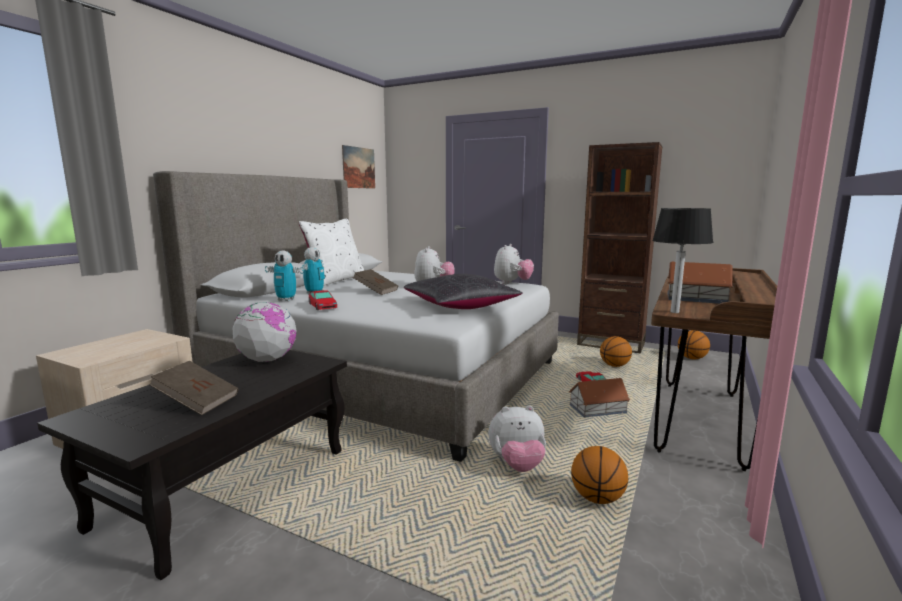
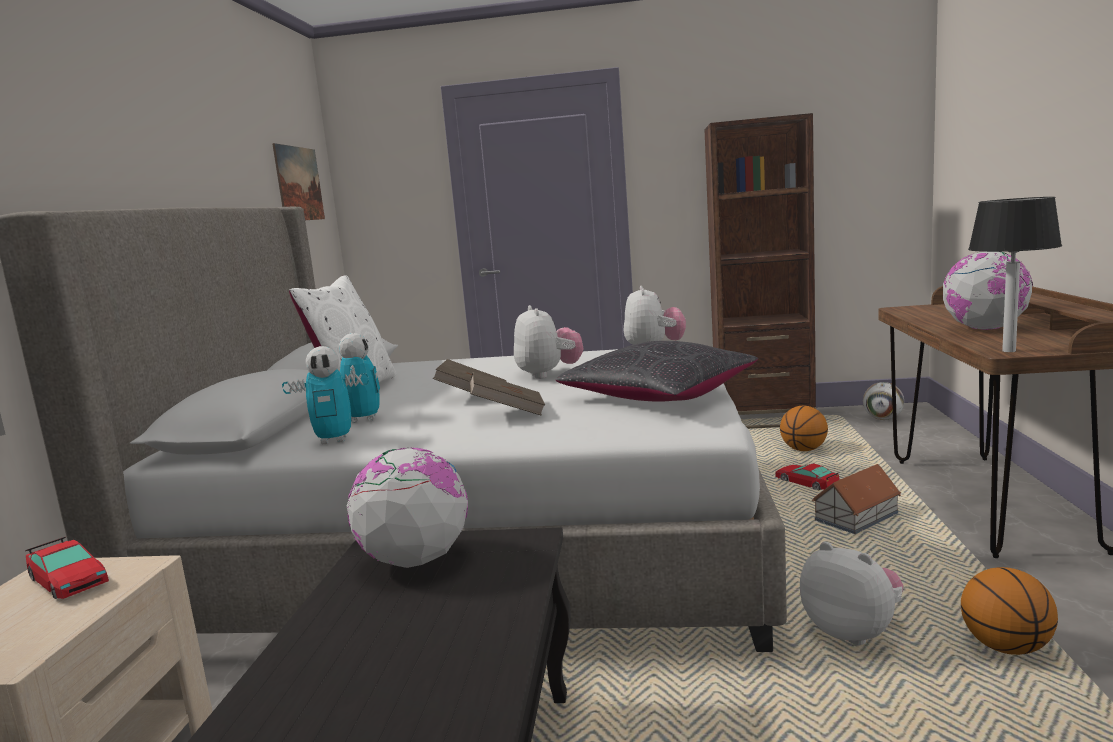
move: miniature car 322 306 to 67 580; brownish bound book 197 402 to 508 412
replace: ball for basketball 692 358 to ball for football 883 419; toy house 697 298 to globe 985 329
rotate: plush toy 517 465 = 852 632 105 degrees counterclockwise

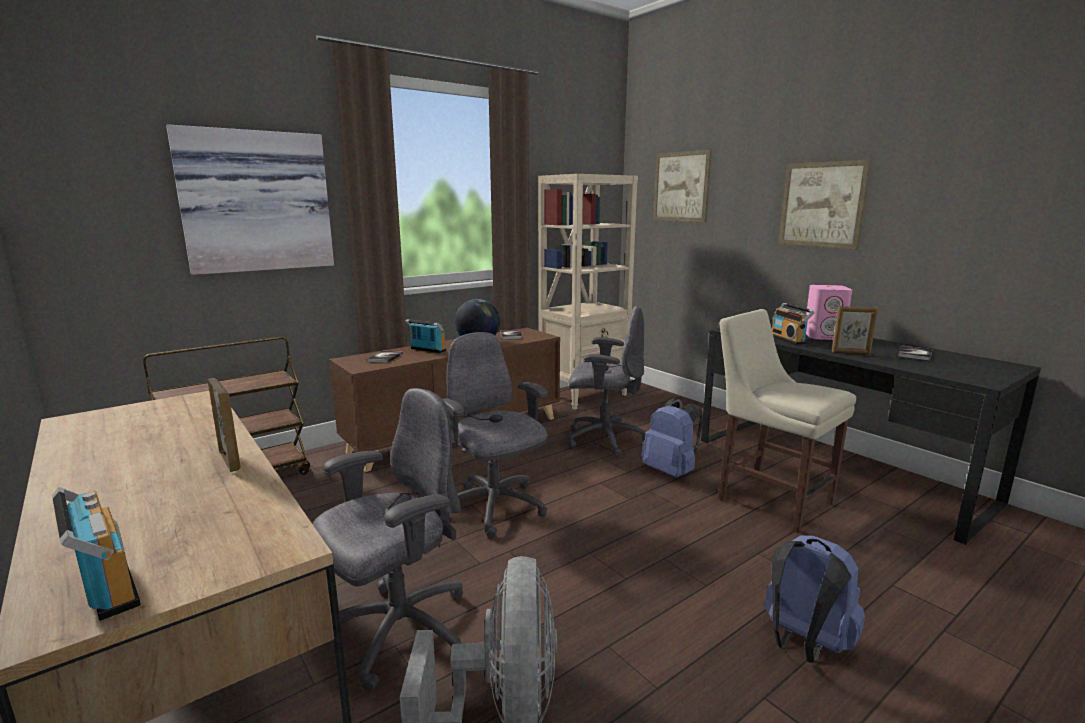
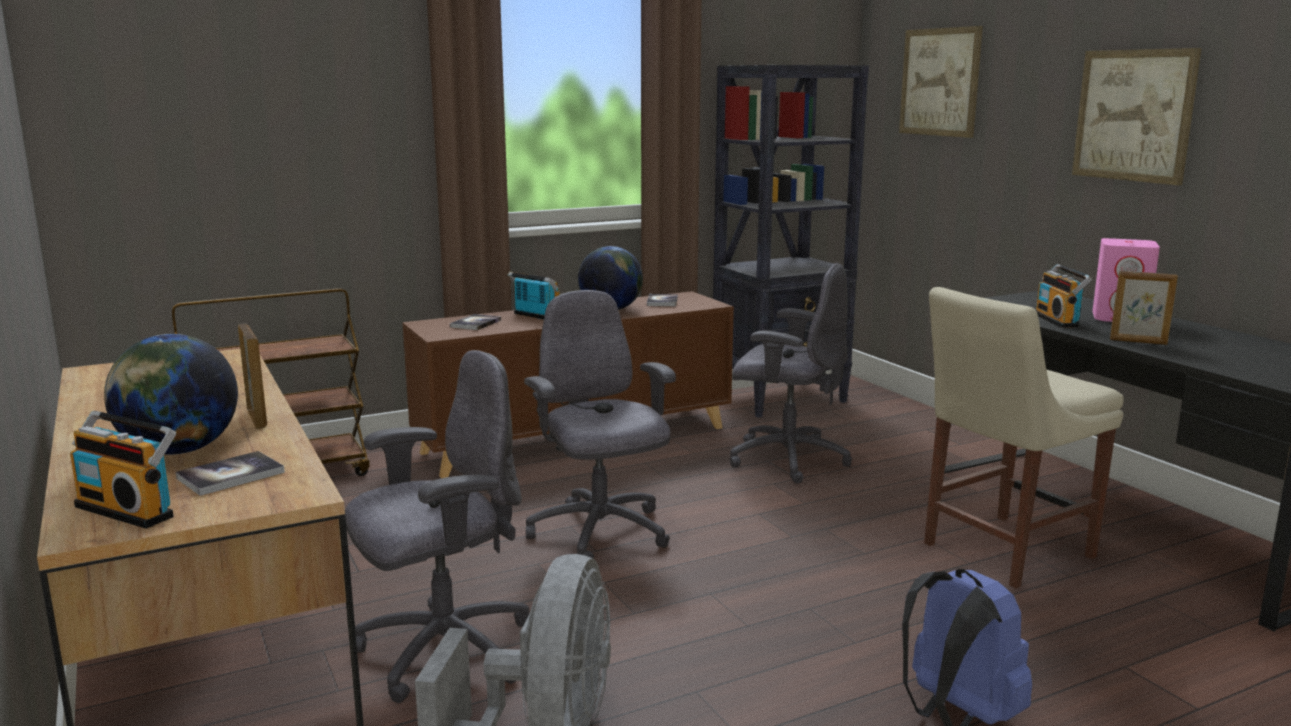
delete: wall art 256 202; bluish backpack 671 472
insert: globe 179 451
move: bound book 915 354 to 230 475
recolor: sand-coloured bookshelf 584 394 to black-coloured bookshelf 780 398
rotate: radio 104 587 = 129 510 150 degrees clockwise; sand-coloured chair 770 498 = 1001 551 90 degrees counterclockwise

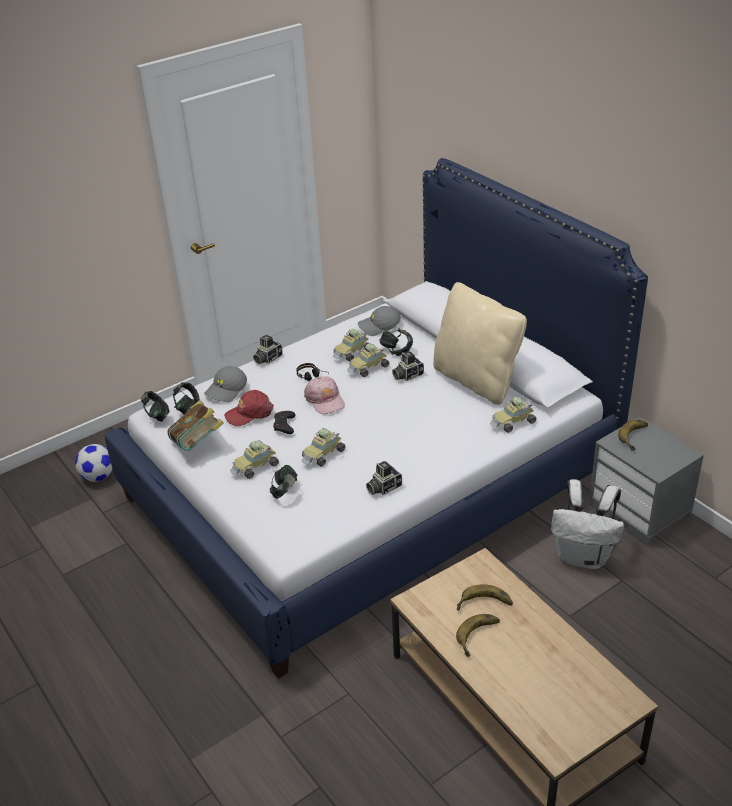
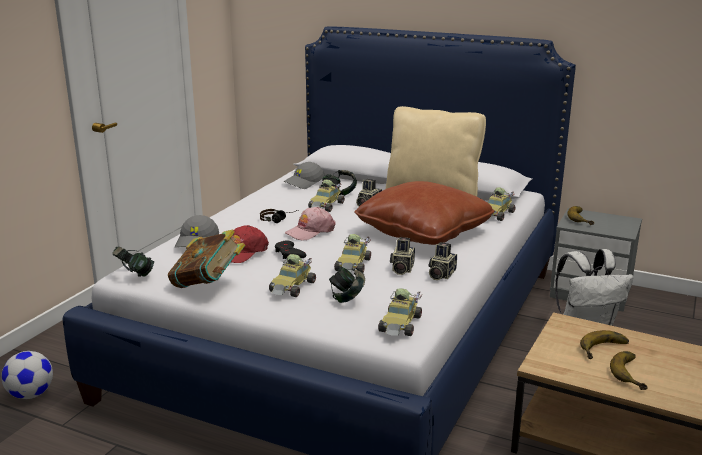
delete: headphones 187 408
insert: brownish pillow 423 232
move: miniature car 352 352 to 401 325; photo camera 267 358 to 401 269
rotate: pinkish baseball cap 325 400 = 310 231 105 degrees clockwise

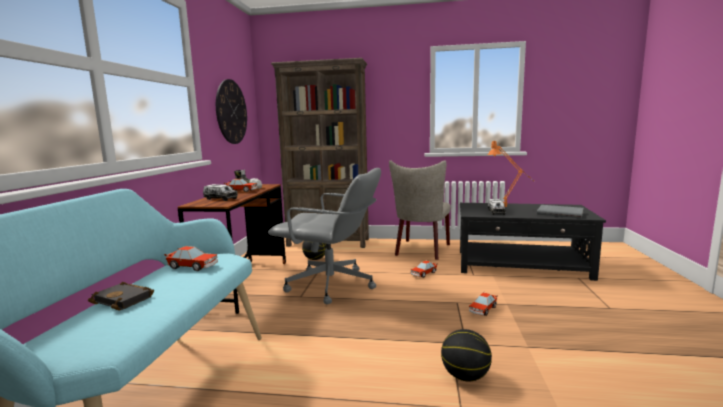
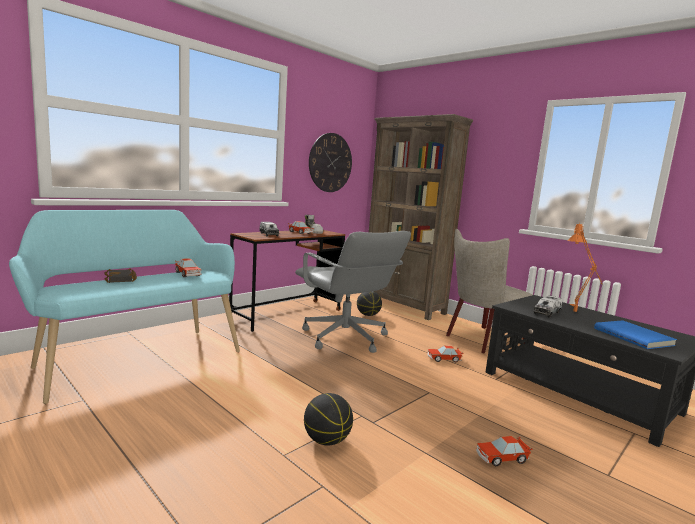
move: miniature car 482 309 to 501 458
recolor: greyish bound book 560 213 to bluish bound book 634 336

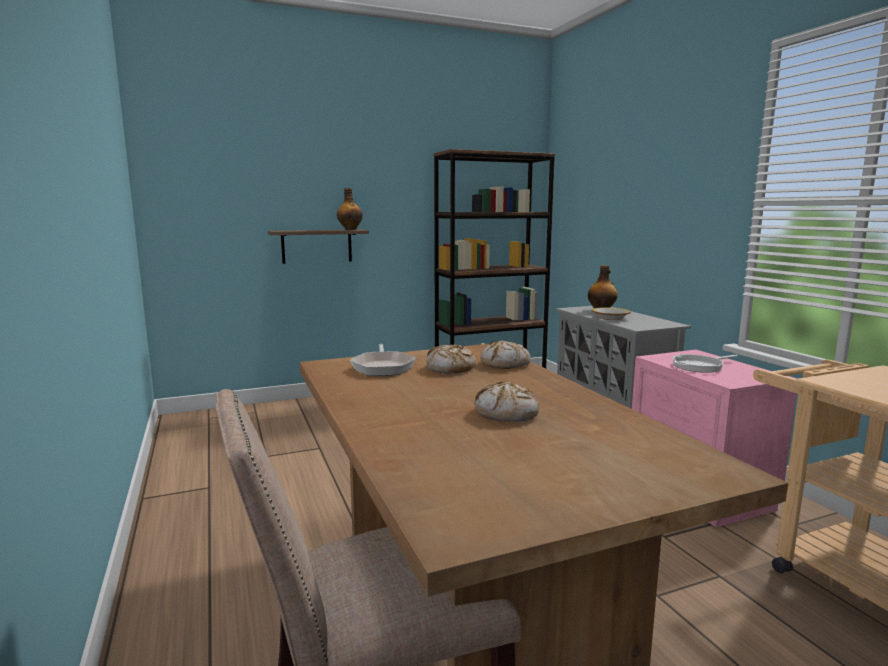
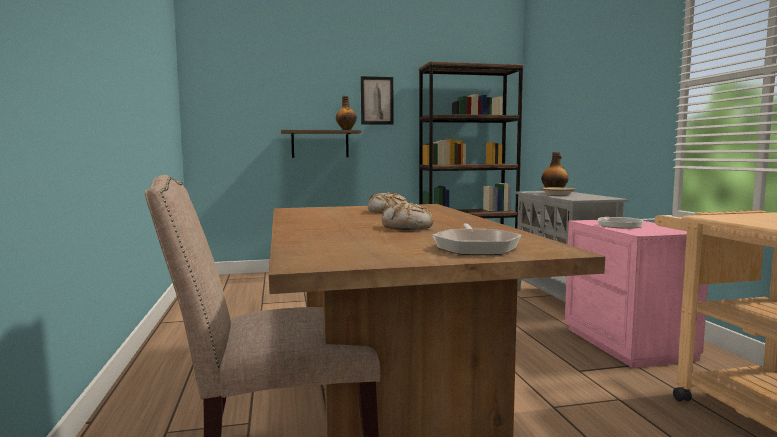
delete: baked bread 505 364
insert: wall art 377 100
move: pan 383 367 to 475 247

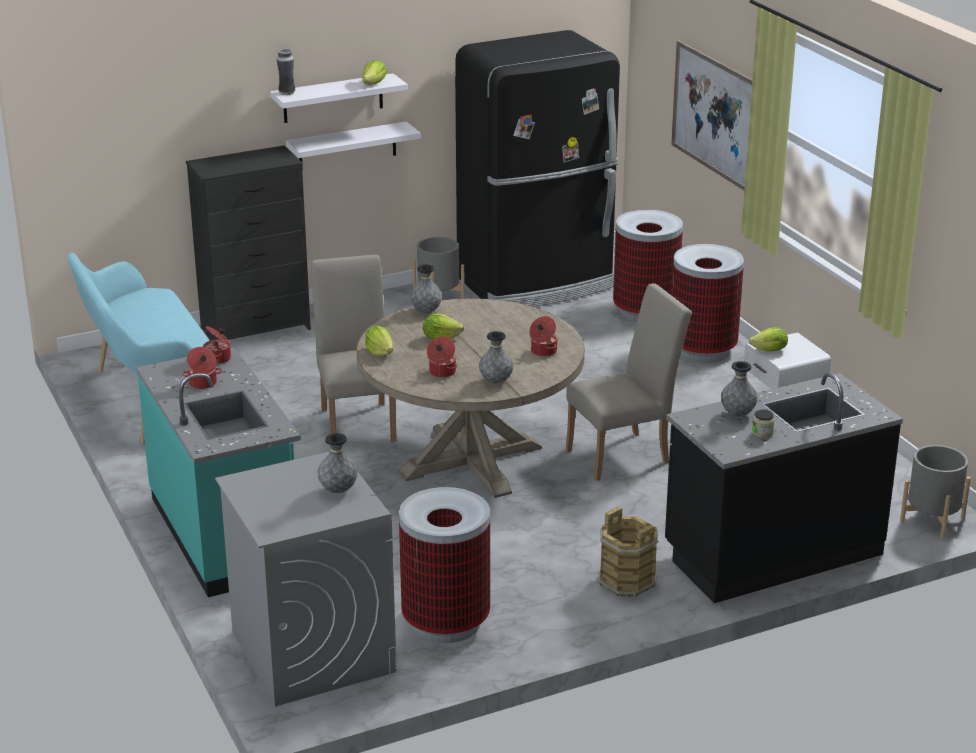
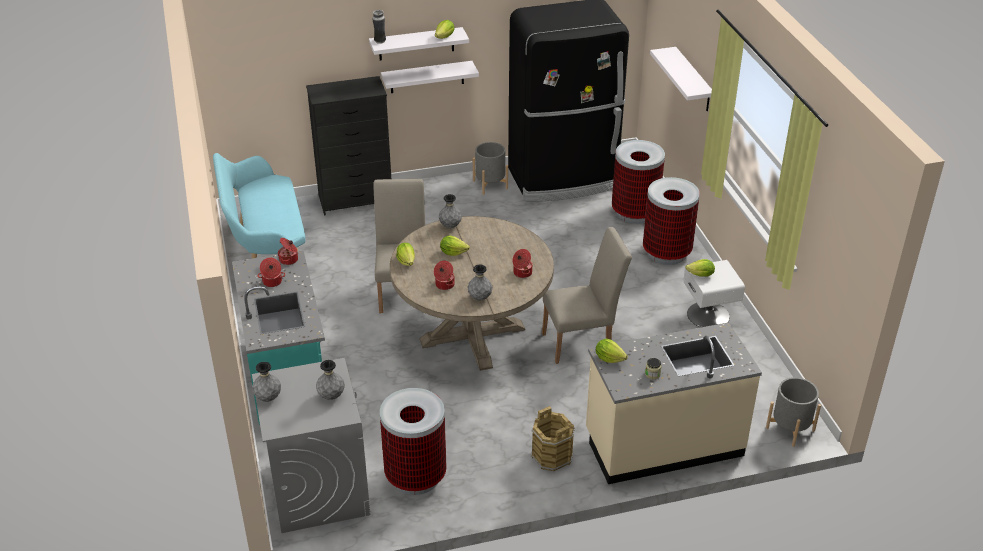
insert: lettuce head 609 358
move: greyish decorative vase 737 414 to 268 398
replace: wall art 713 114 to whitish bracket shelf 693 80
recolor: black-coloured kitchen counter 772 552 to sand-coloured kitchen counter 663 444

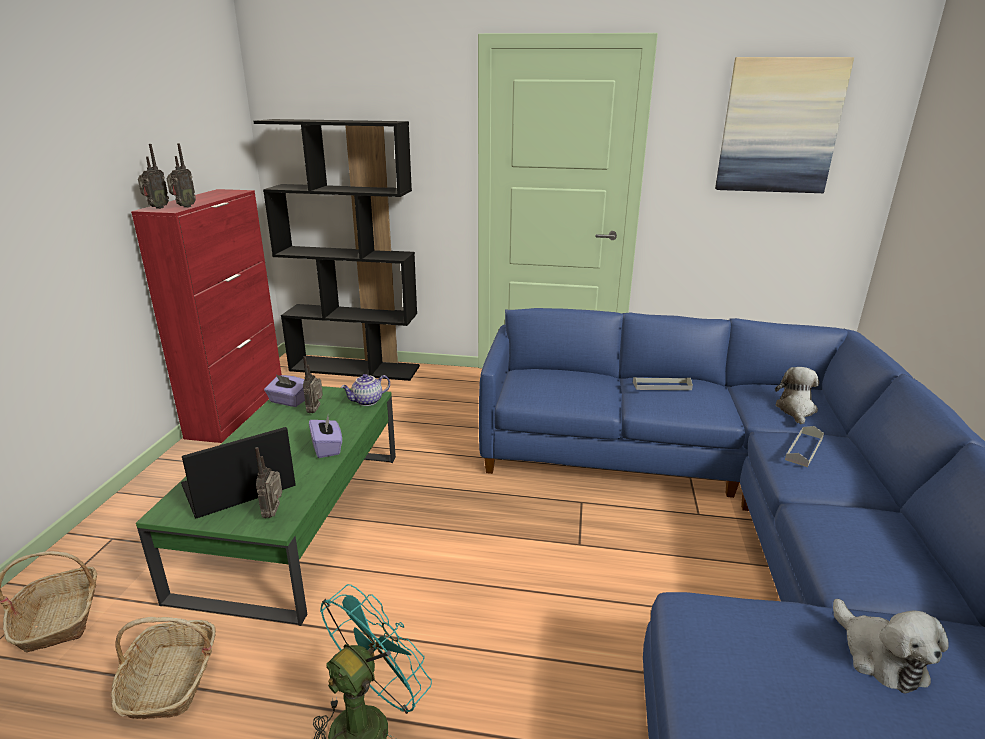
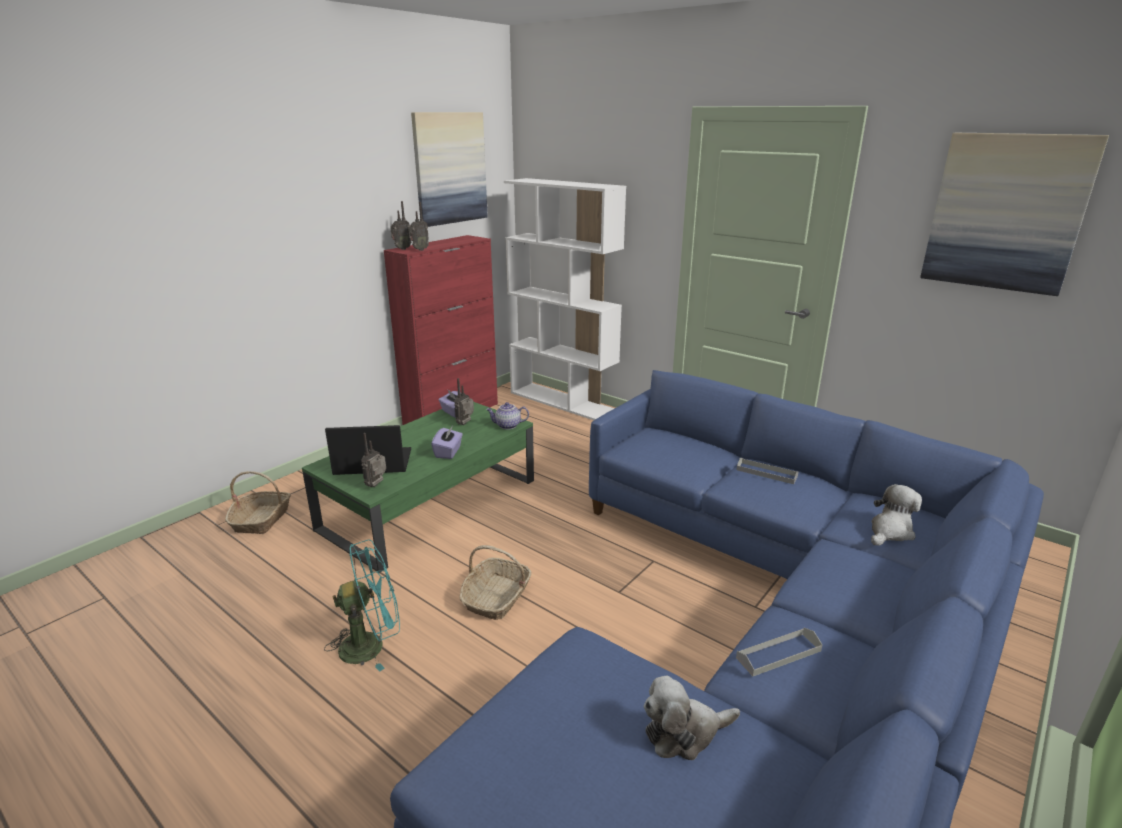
insert: wall art 450 168
move: household basket 171 680 to 496 597; greyish serving tray 804 449 to 778 654
recolor: black-coloured bookshelf 355 368 to whitish bookshelf 563 401
rotate: plush toy 879 657 = 684 733 60 degrees clockwise

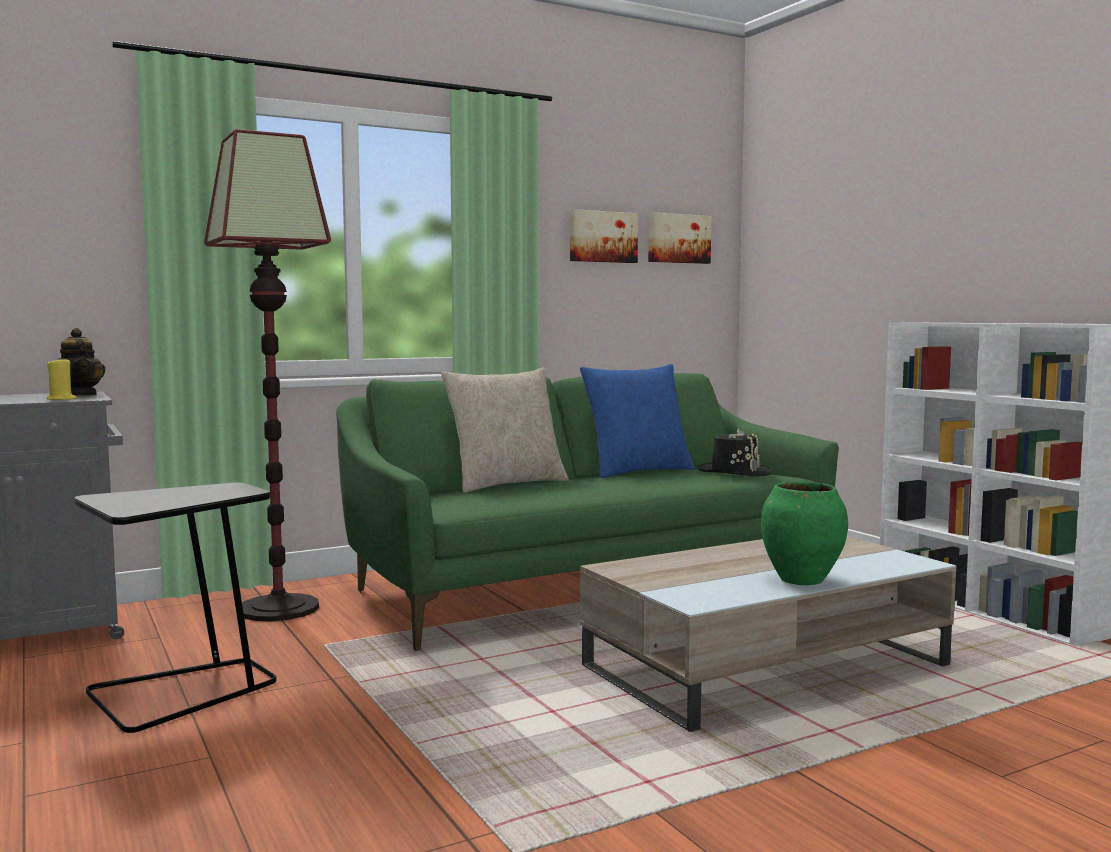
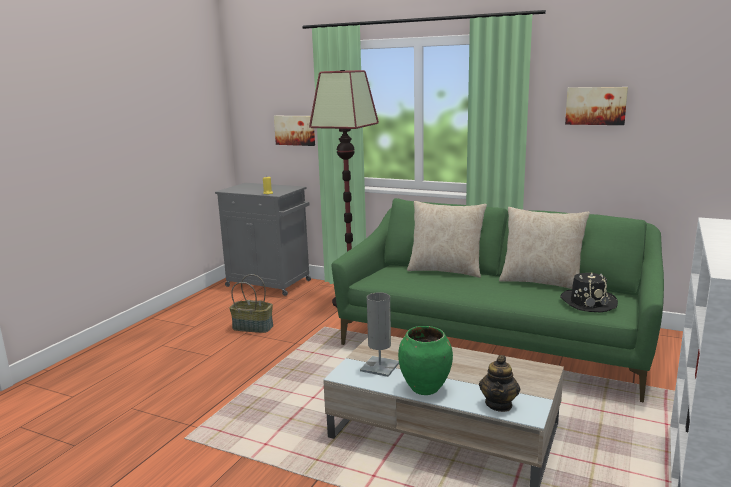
insert: greyish lamp for a table 380 367
move: wall art 678 238 to 295 130; tea pot 80 395 to 499 404
replace: black-coloured side table 182 692 to household basket 253 327
recolor: bluish pillow 637 471 to sand-coloured pillow 541 282

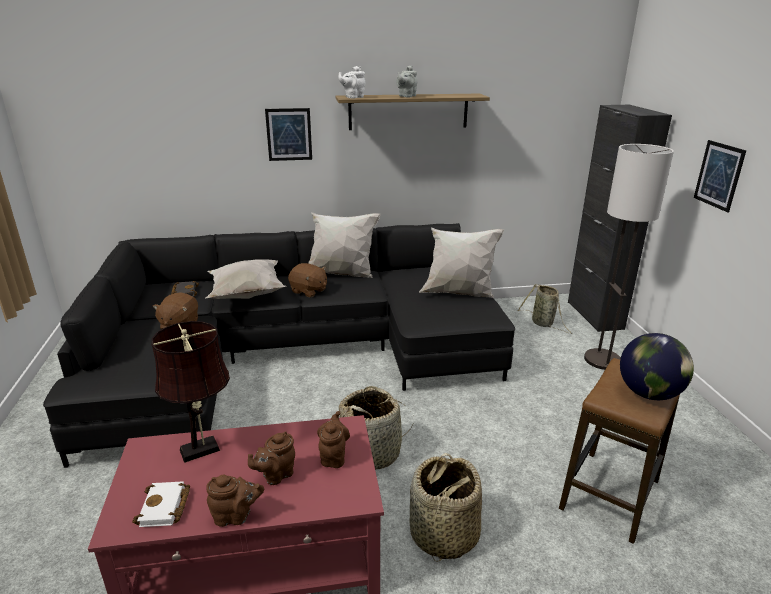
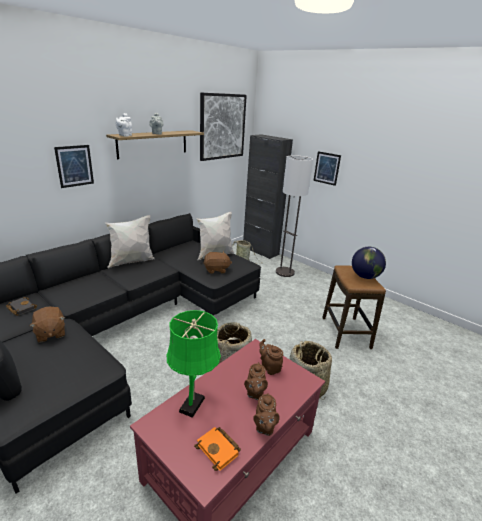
delete: whitish pillow 246 295
insert: wall art 222 126
move: brownish plush toy 308 291 to 216 270
recolor: brownish lamp for a table 204 449 to green lamp for a table 193 402; whitish bound book 165 508 to orange-coloured bound book 219 450
rotate: brownish tea pot 236 516 = 264 427 135 degrees clockwise

